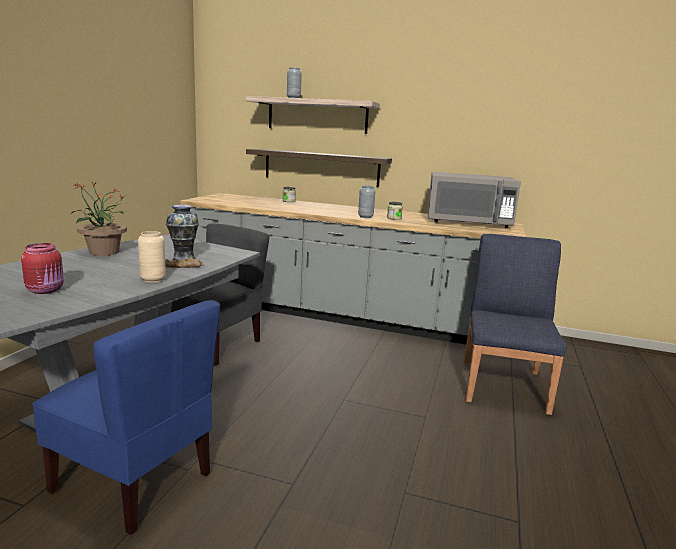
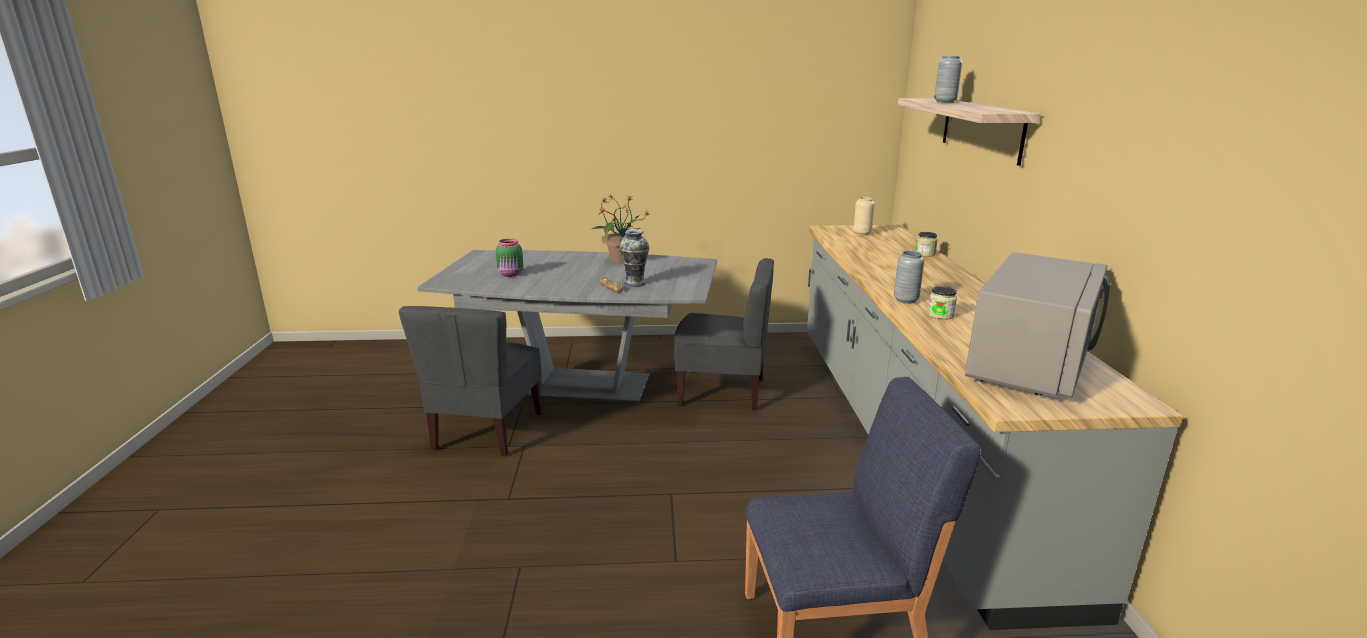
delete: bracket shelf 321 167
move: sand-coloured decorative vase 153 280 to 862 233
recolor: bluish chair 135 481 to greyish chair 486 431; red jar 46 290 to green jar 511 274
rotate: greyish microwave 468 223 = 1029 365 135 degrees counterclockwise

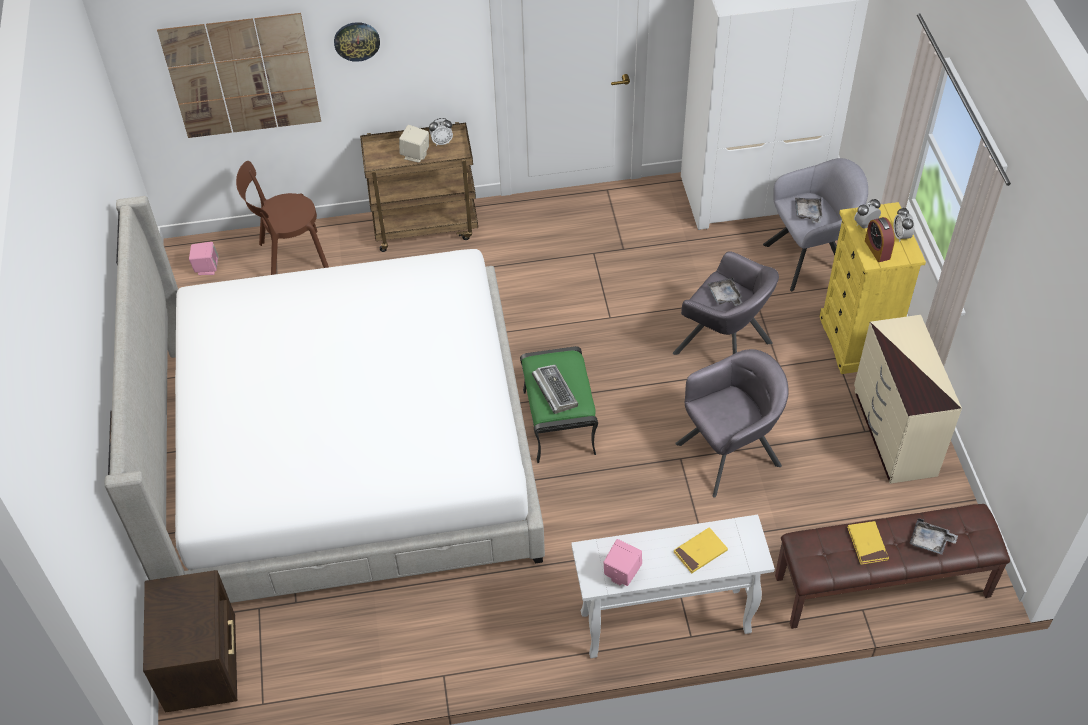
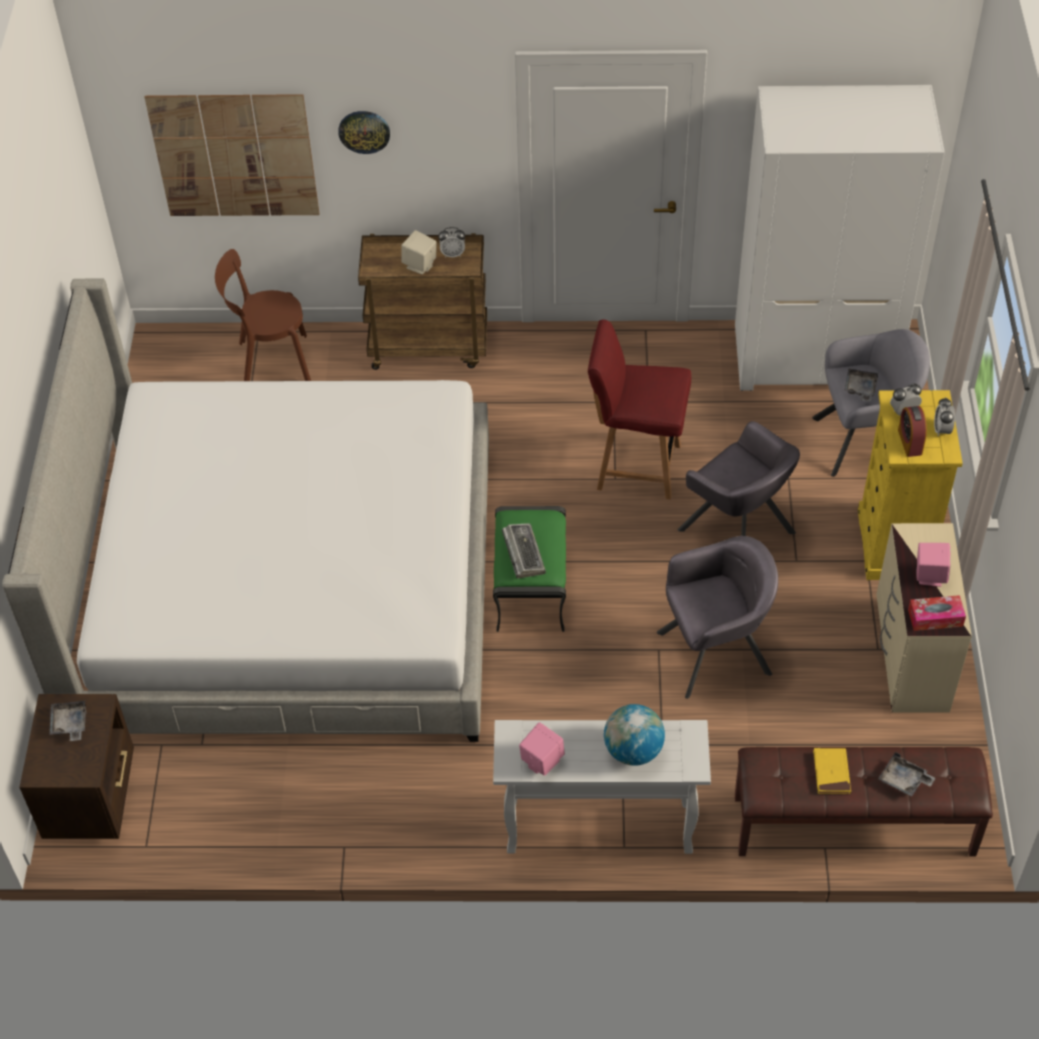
insert: red chair 636 466; box of tissues 935 618
move: greyish serving tray 724 296 to 70 724; pinkish audio speaker 206 268 to 929 575
replace: yellow bound book 700 552 to globe 633 751

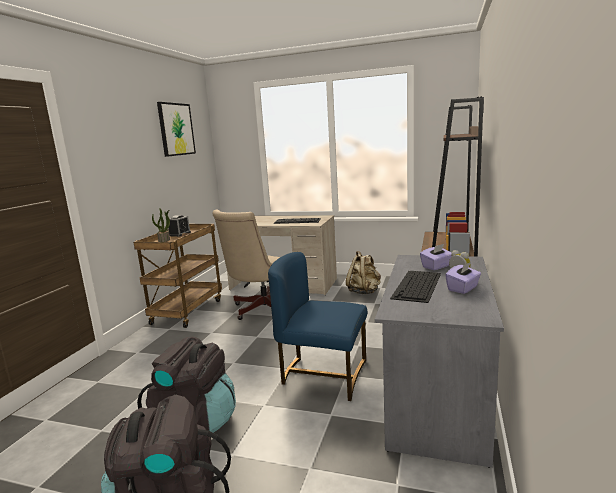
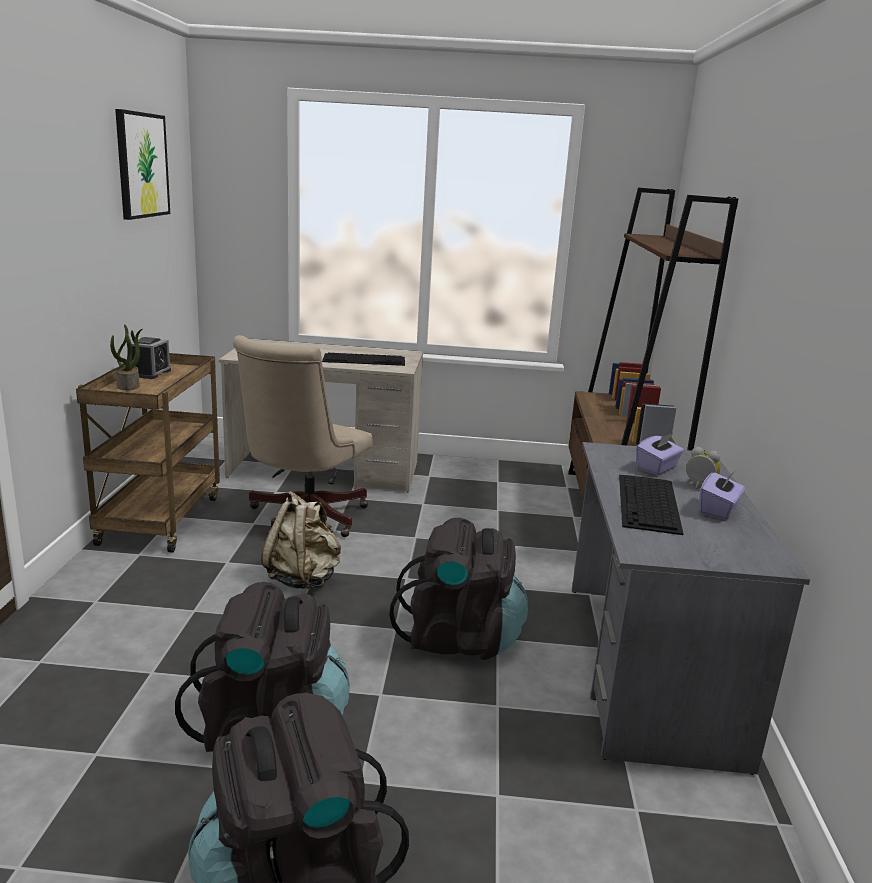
move: sand-coloured backpack 364 292 to 303 578
replace: bluish chair 323 374 to black-coloured backpack 459 638

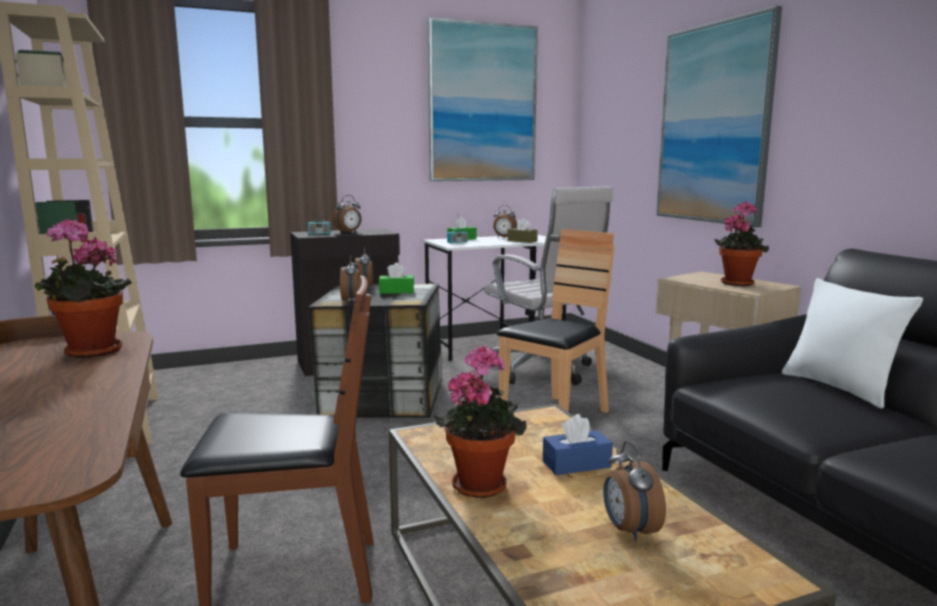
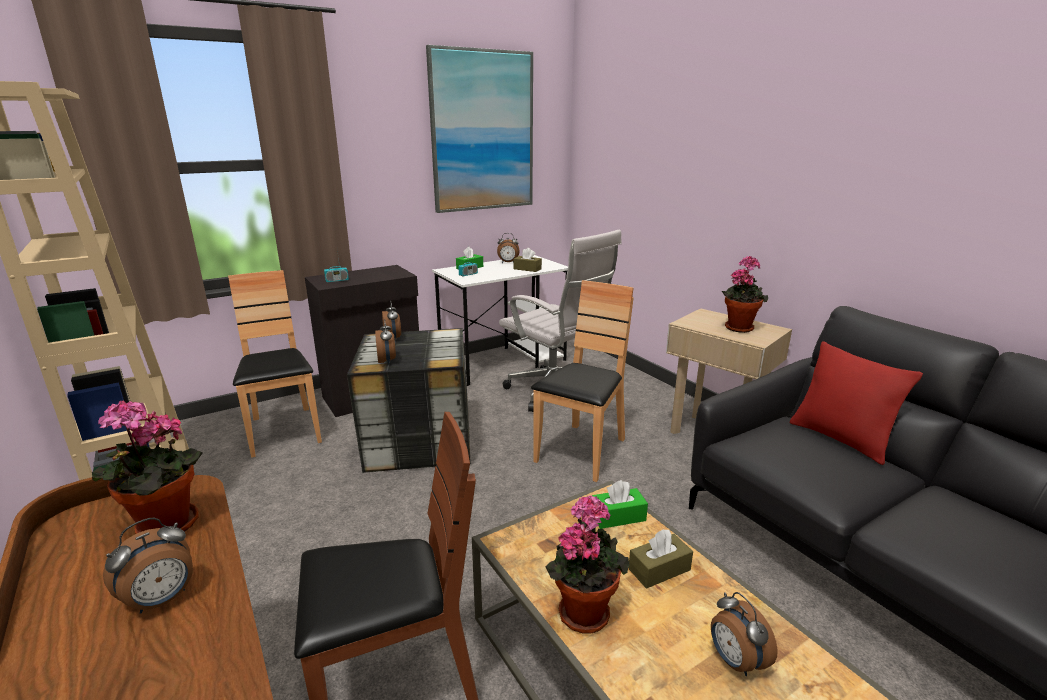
delete: wall art 714 124
insert: brownish chair 284 431
move: table clock 349 232 to 162 600; green box of tissues 396 291 to 618 516
recolor: bluish box of tissues 576 464 to brownish box of tissues 659 569; whitish pillow 839 388 to red pillow 840 439

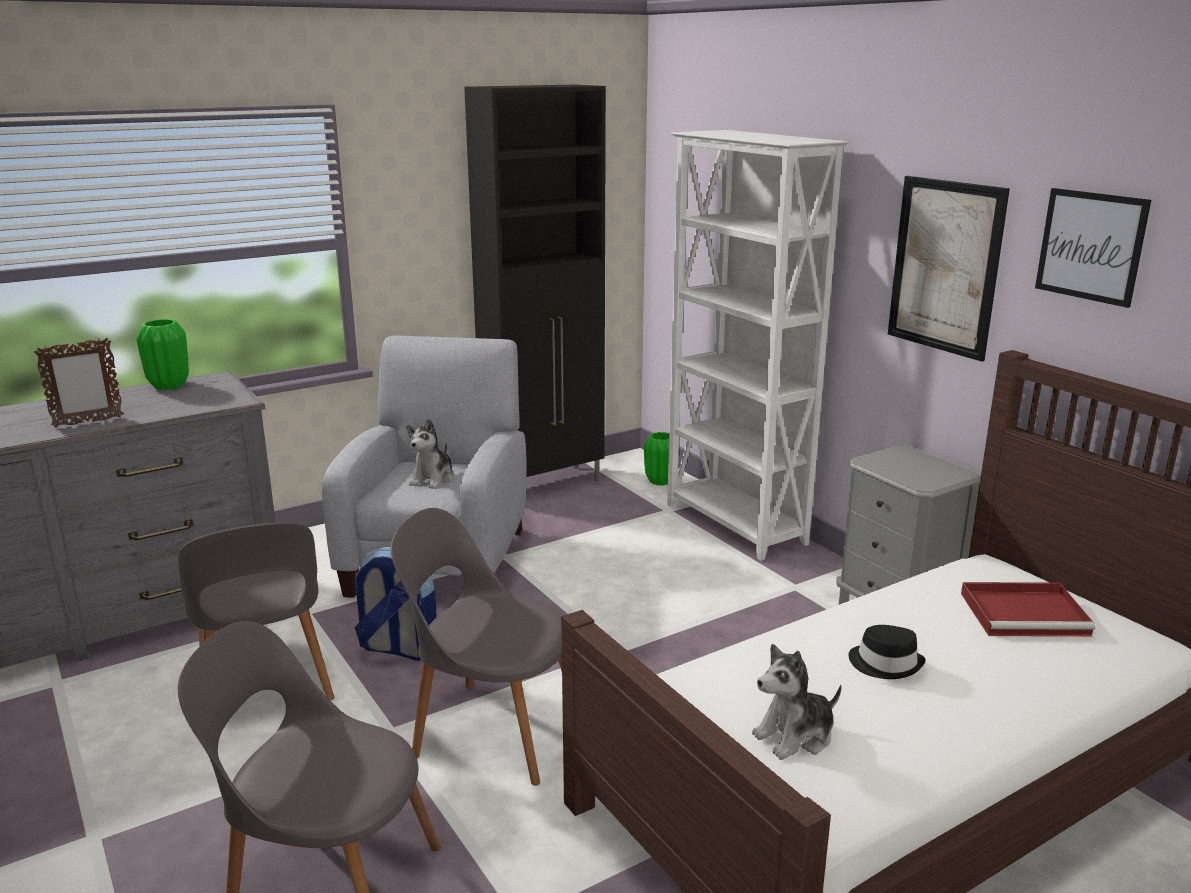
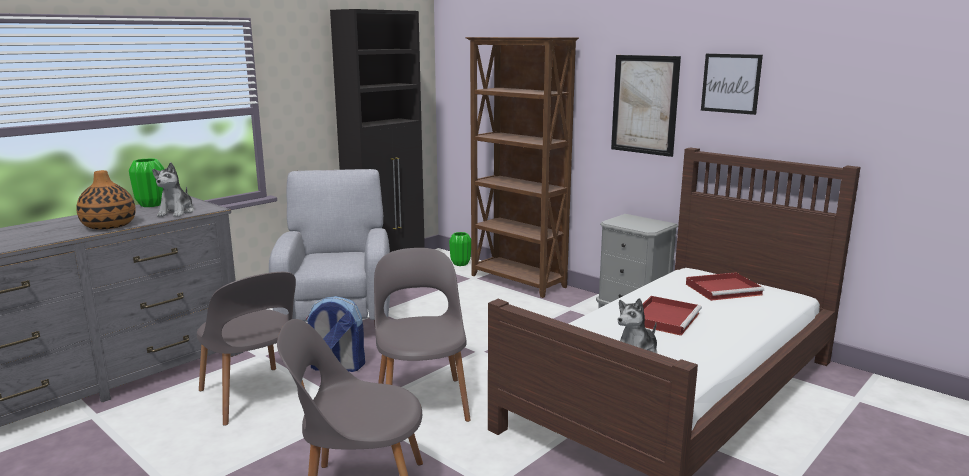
move: plush toy 433 479 to 177 212
replace: photo frame 87 422 to decorative vase 109 225; black-coloured hat 886 663 to red serving tray 665 318
recolor: whitish bookshelf 734 525 to brownish bookshelf 518 282
rotate: greyish chair 491 730 = 422 400 75 degrees clockwise

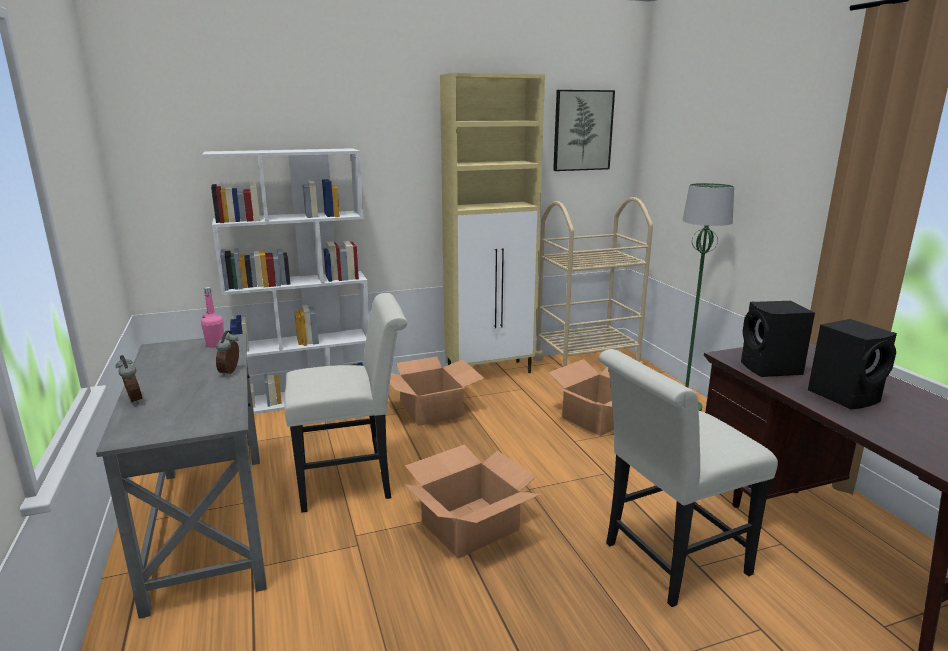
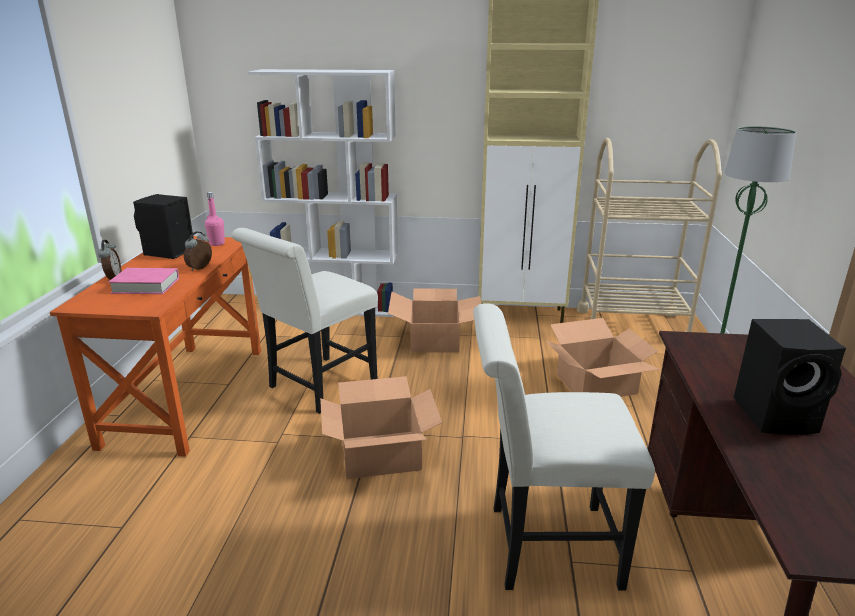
delete: wall art 582 130
insert: pinkish bound book 146 286
move: black-coloured audio speaker 771 369 to 168 252
recolor: greyish desk 209 525 to orange-coloured desk 187 395
rotate: whitish chair 353 480 = 317 387 120 degrees clockwise

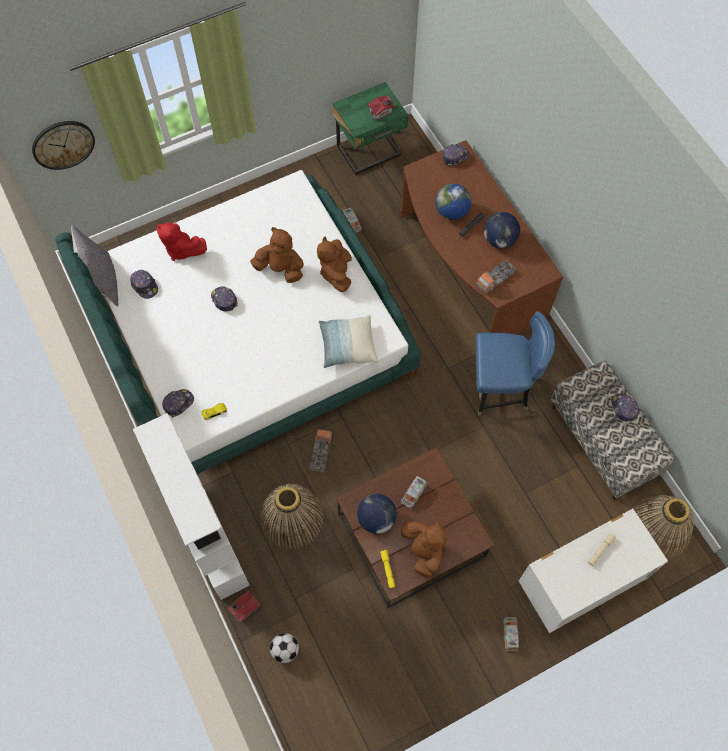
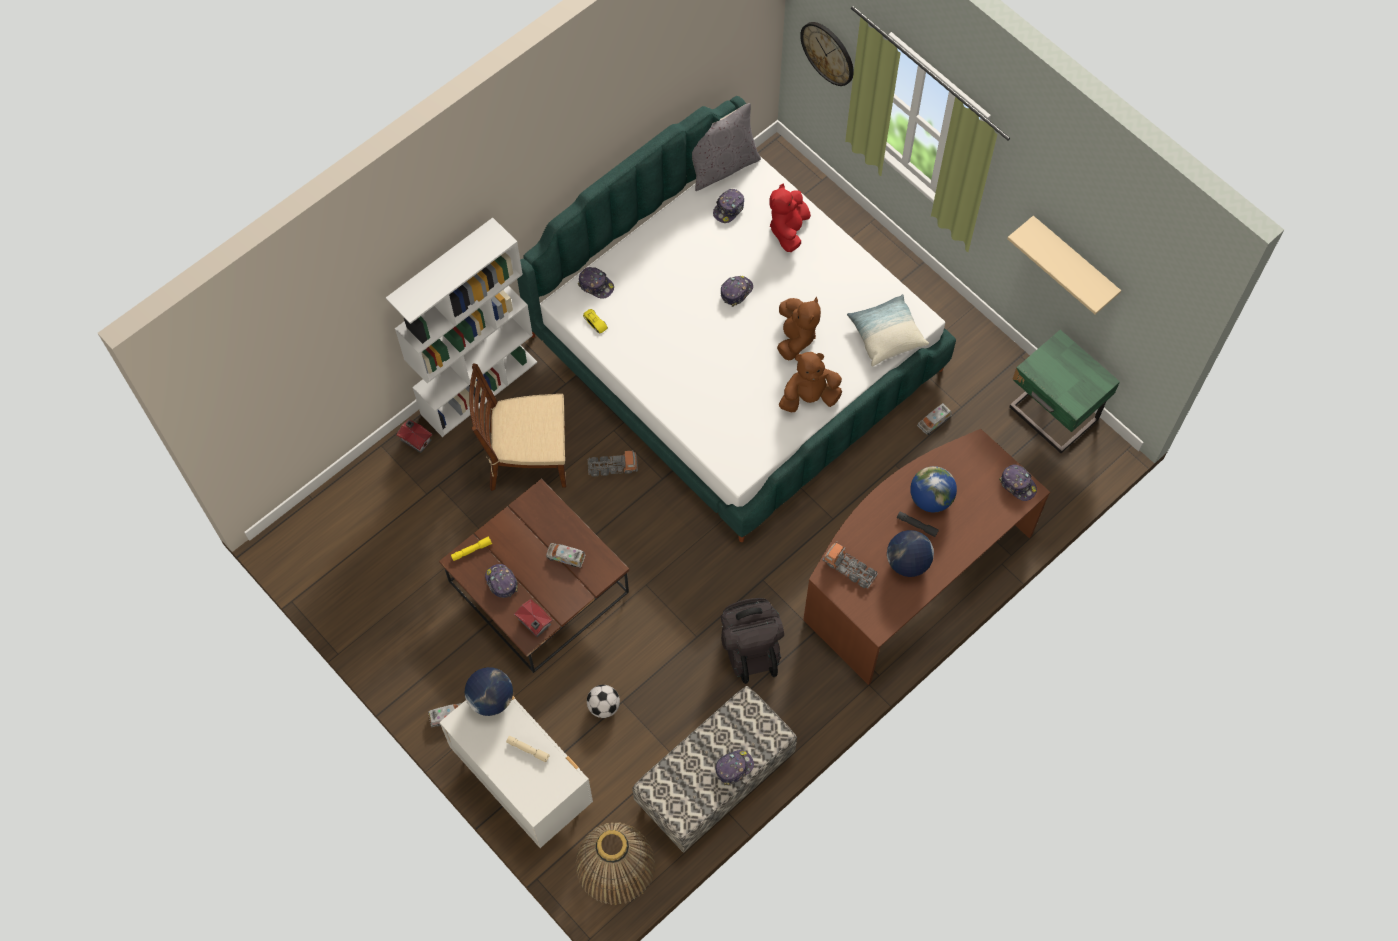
insert: sand-coloured bracket shelf 1073 262
move: globe 376 519 to 491 698; toy house 381 112 to 534 623; ball for football 285 650 to 604 706; pillow 347 346 to 886 335
replace: household basket 292 518 to brownish chair 526 458; brownish plush toy 423 551 to baseball cap 501 582; bluish chair 500 390 to black-coloured backpack 750 647

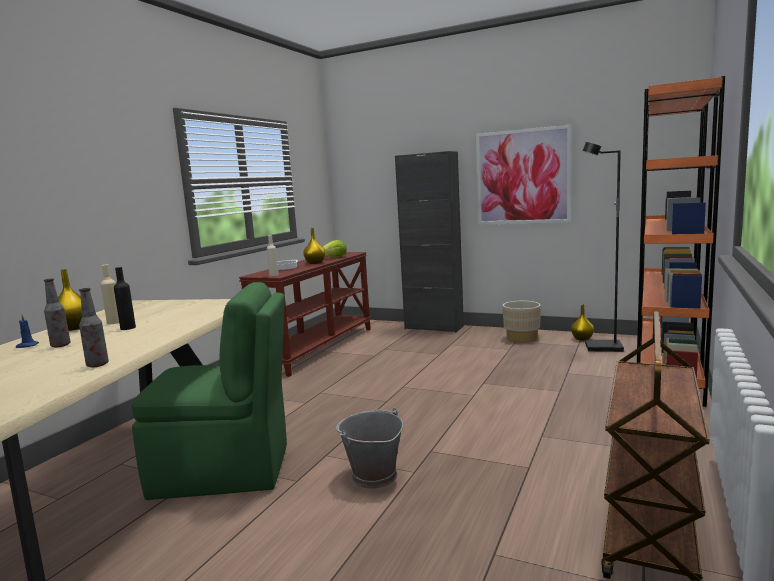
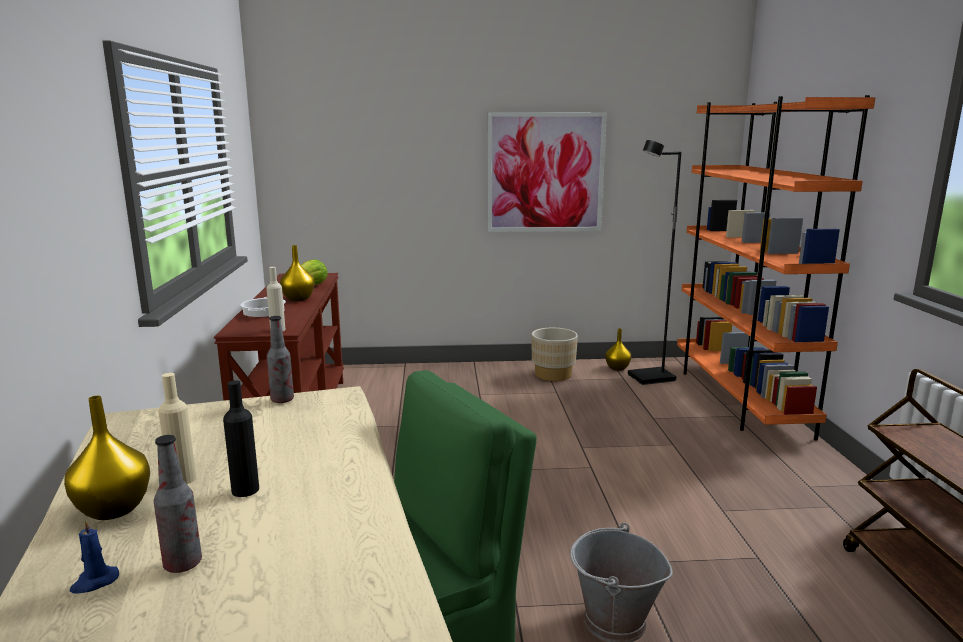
delete: black-coloured storage cabinet 434 327
move: bottle 97 365 to 282 400

